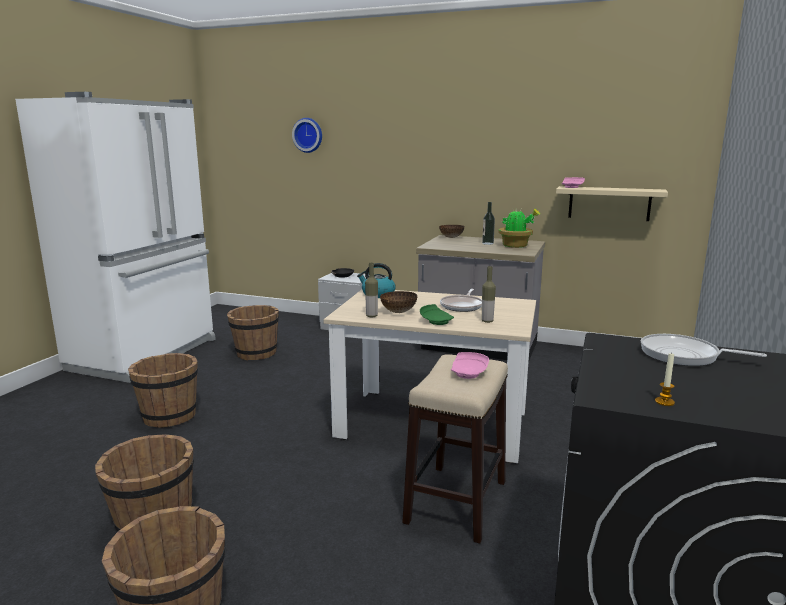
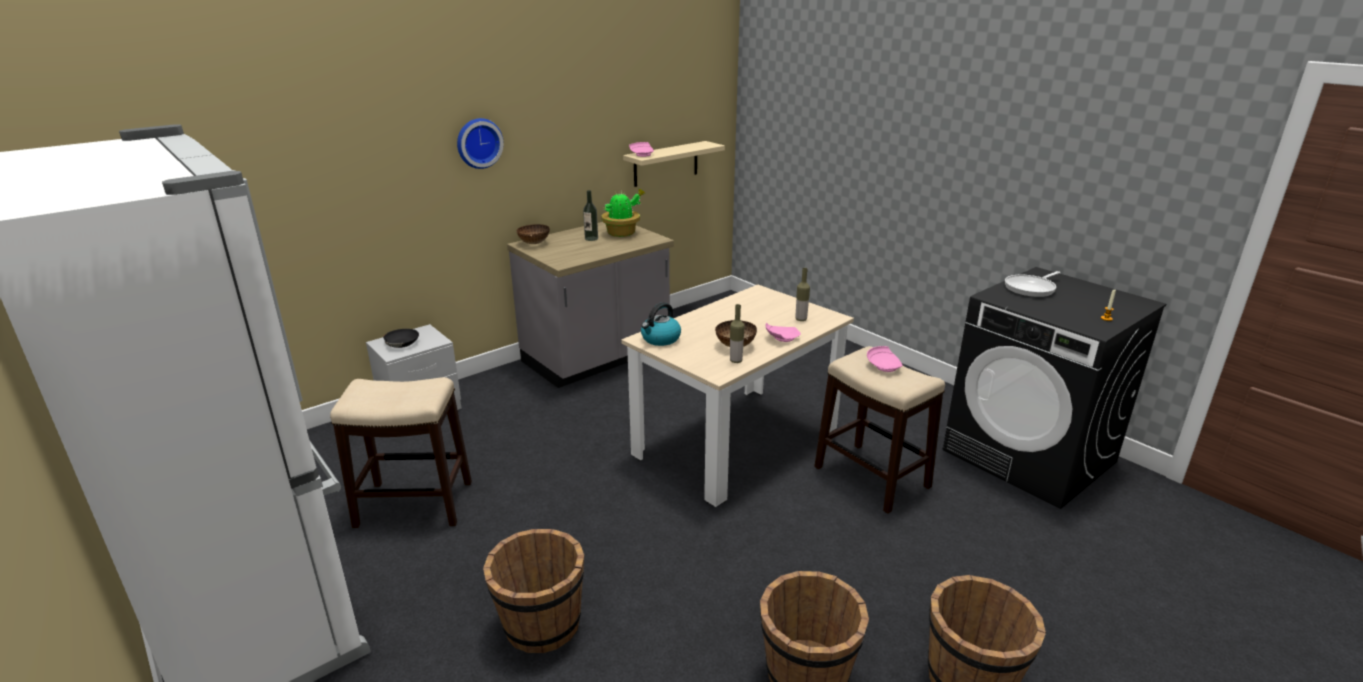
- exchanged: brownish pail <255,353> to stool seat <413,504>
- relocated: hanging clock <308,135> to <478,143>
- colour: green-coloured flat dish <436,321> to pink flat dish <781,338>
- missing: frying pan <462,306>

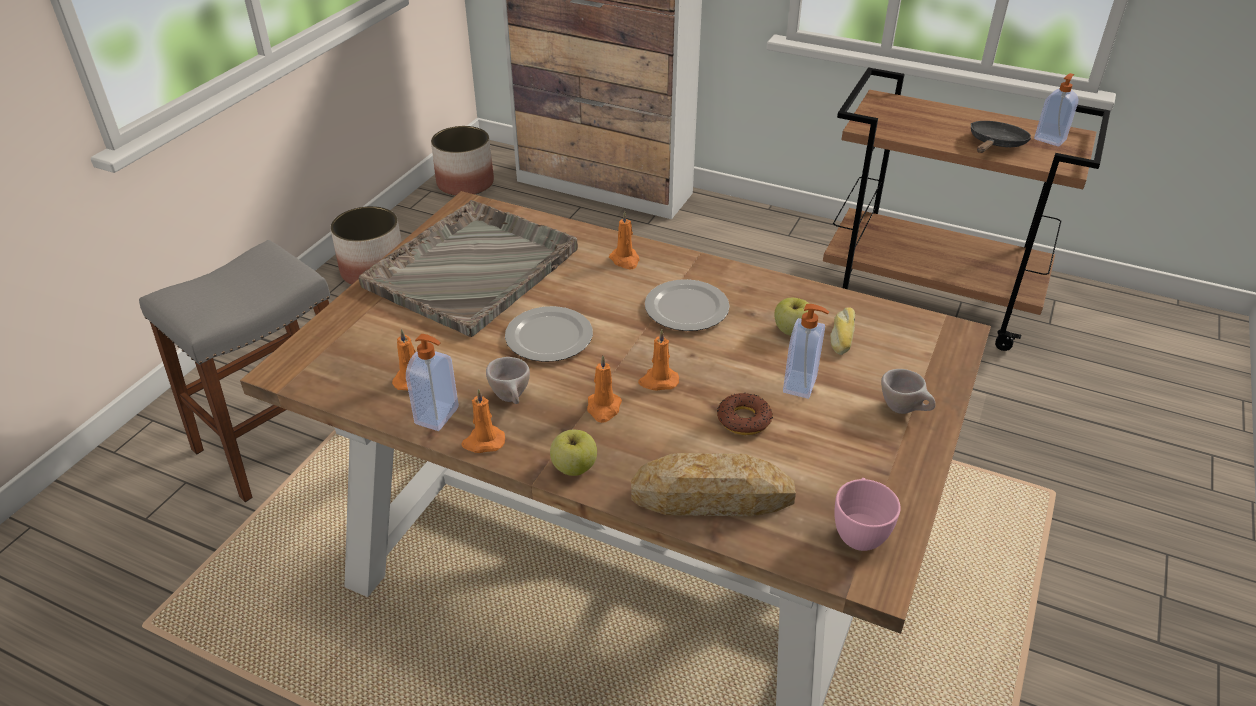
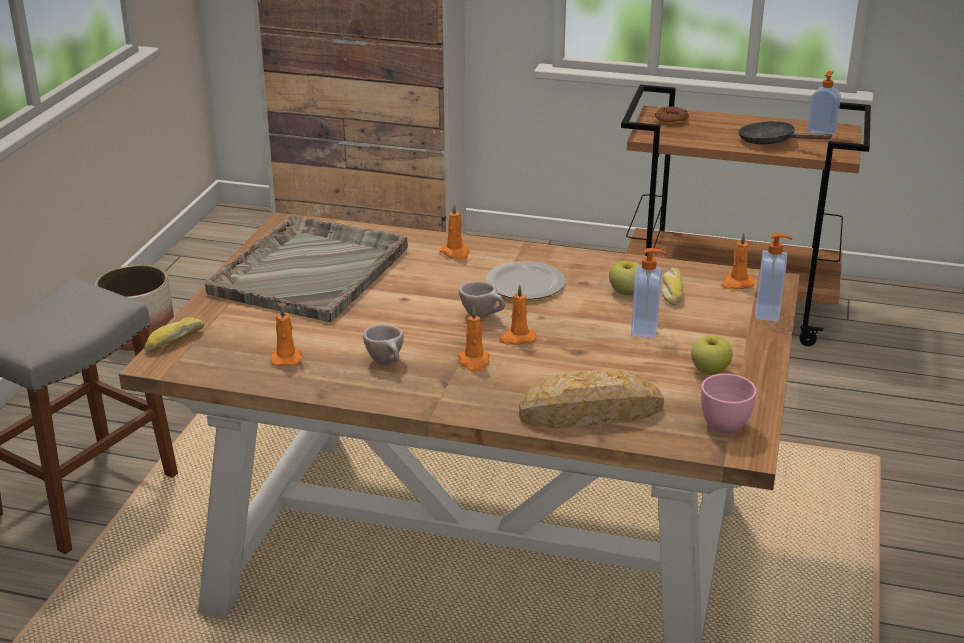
- appeared: baked bread <174,340>
- relocated: sand-coloured cup <904,409> to <483,316>
- relocated: donut <744,419> to <671,120>
- relocated: apple fruit <574,467> to <709,370>
- relocated: orangey candle <483,442> to <736,284>
- spun: blackish frying pan <995,145> = <772,142> 75 degrees counterclockwise
- relocated: soap dispenser <438,416> to <768,313>
- missing: flower pot <465,184>
- missing: flat dish <549,338>

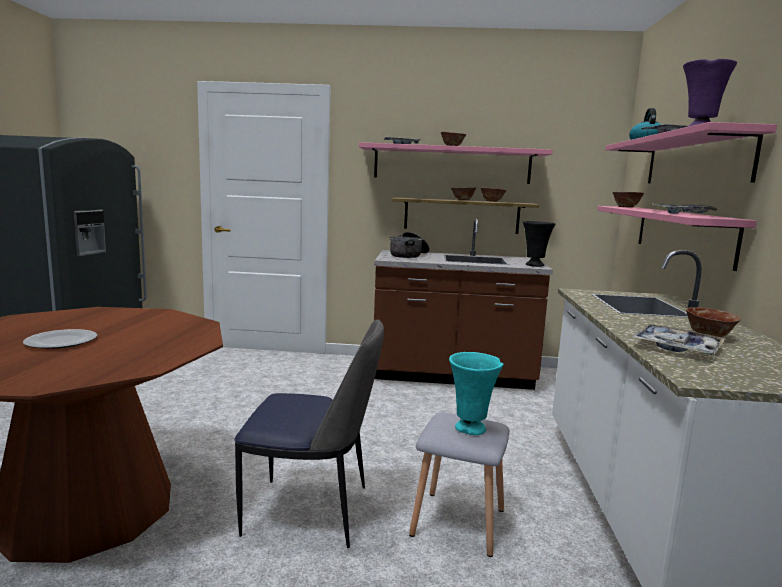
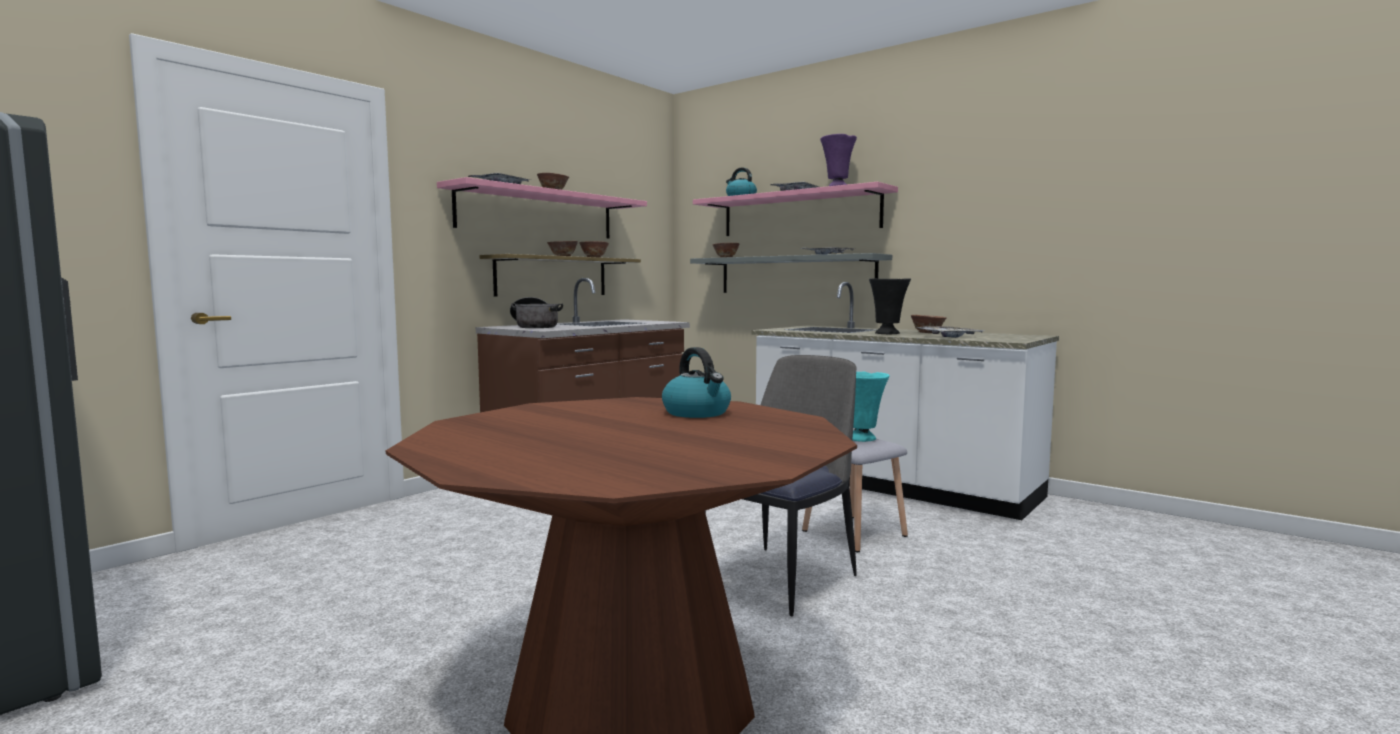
- appeared: kettle <697,413>
- colour: pink shelf <682,233> to gray shelf <795,275>
- relocated: blackish vase <535,265> to <888,333>
- missing: flat dish <61,341>

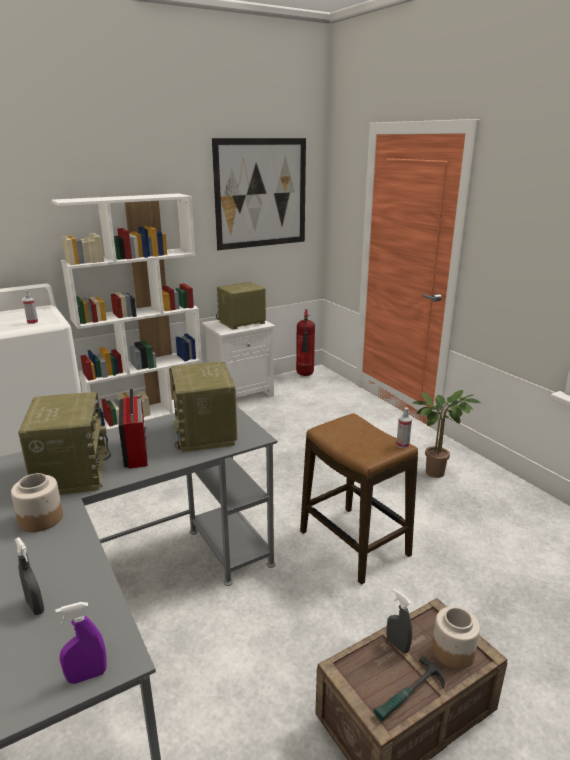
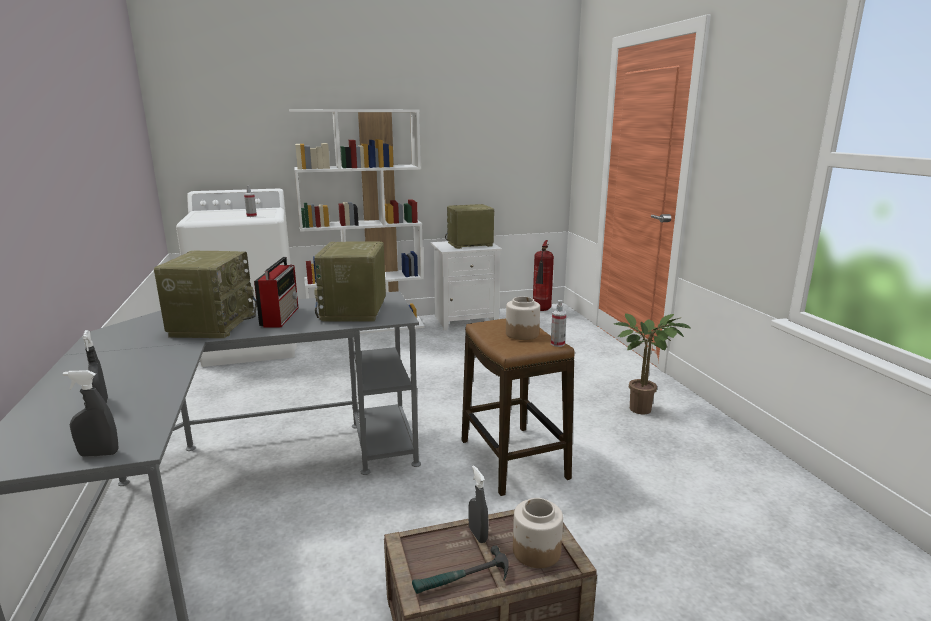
- colour: purple-coloured spray bottle <87,676> to gray spray bottle <99,454>
- relocated: storage jar <41,518> to <522,334>
- missing: wall picture <261,193>

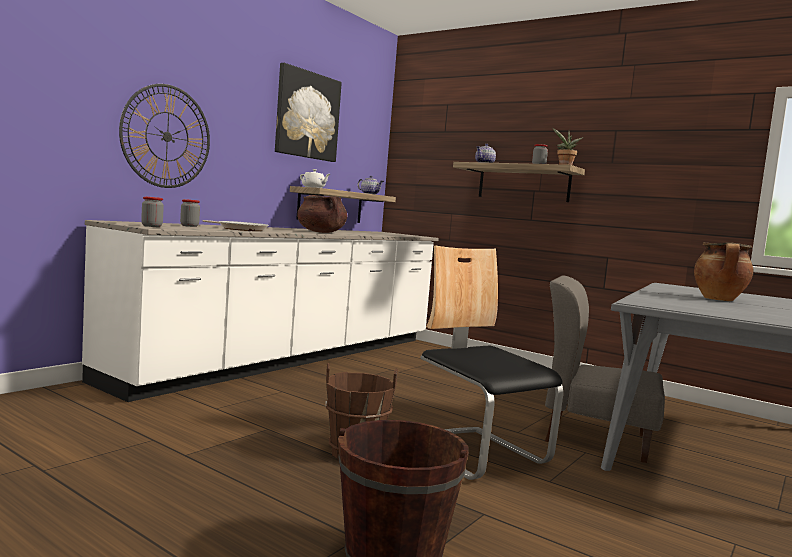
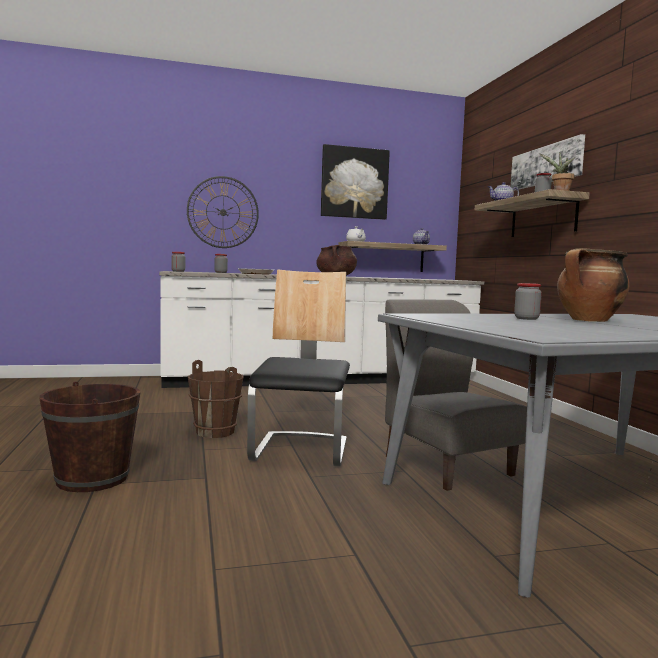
- appeared: wall picture <546,165>
- appeared: storage jar <526,318>

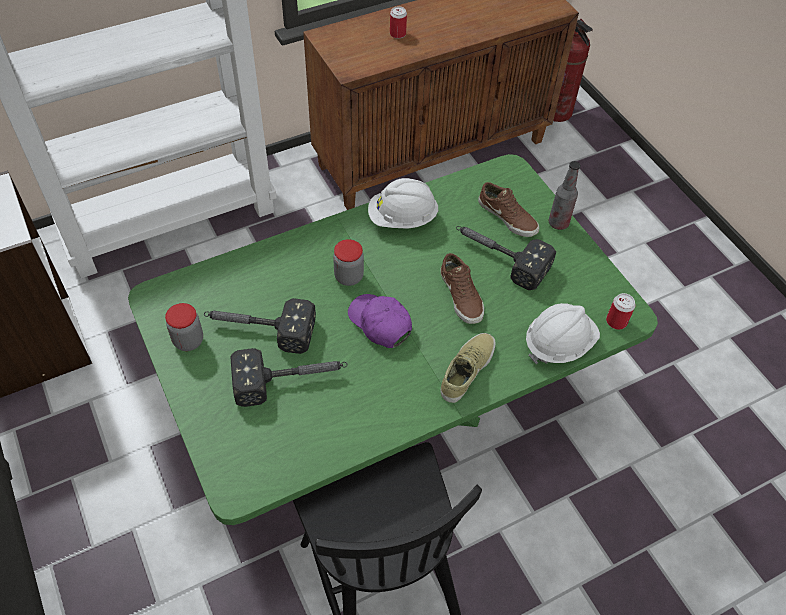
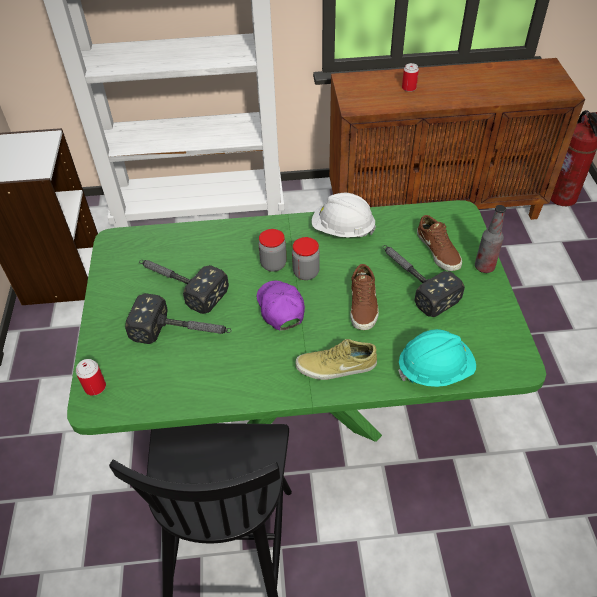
- relocated: sealed can <616,321> to <95,387>
- relocated: storage jar <188,341> to <306,273>
- spun: sand-coloured item of footwear <466,369> = <336,367> 150 degrees counterclockwise
- colour: whitish safety helmet <558,343> to blue-green safety helmet <435,370>

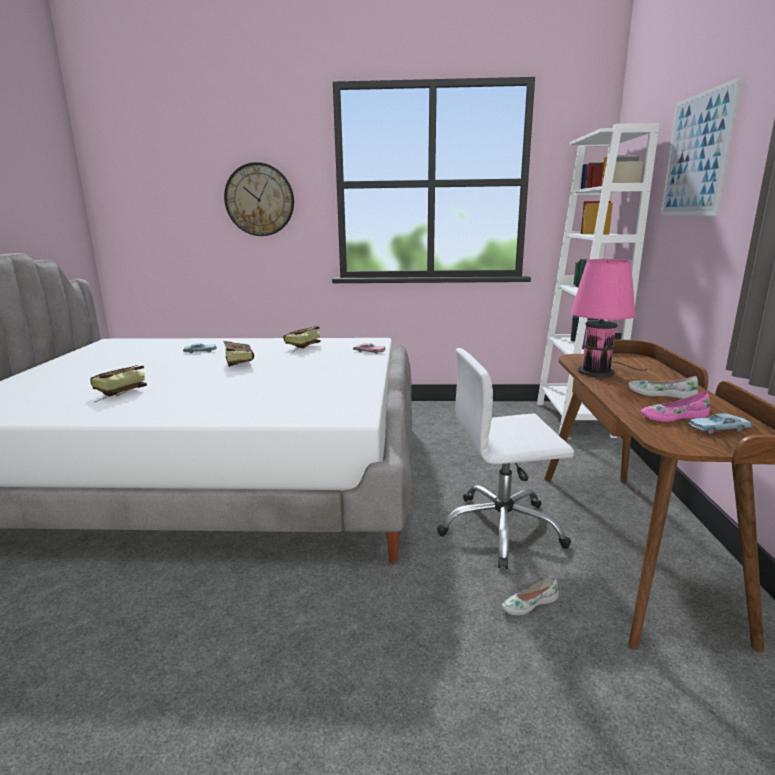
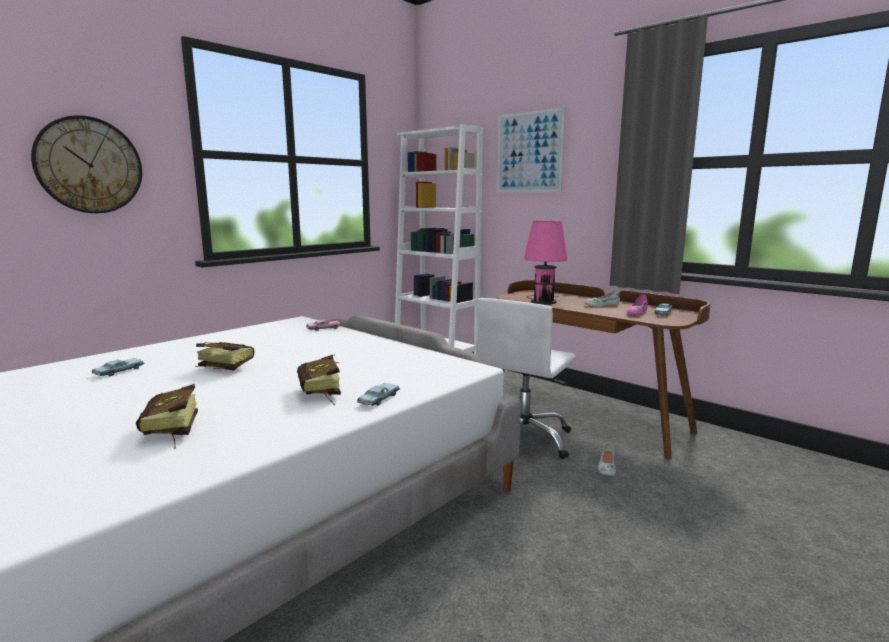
- relocated: bound book <300,347> to <320,395>
- appeared: blue-coloured toy car <379,399>

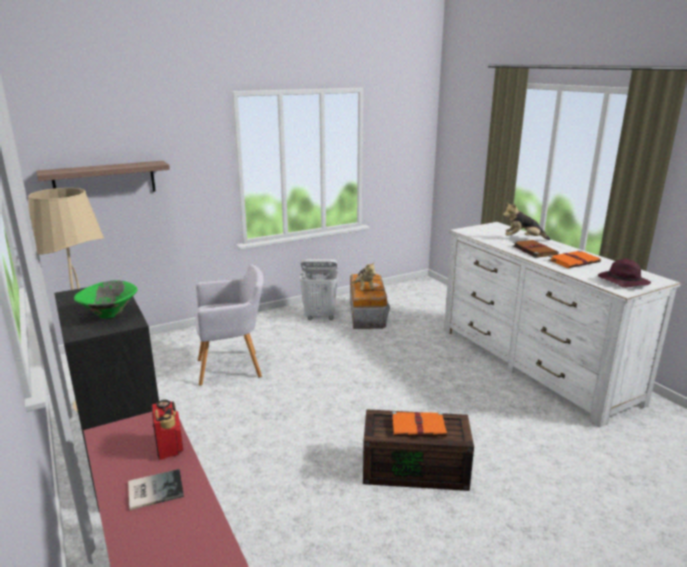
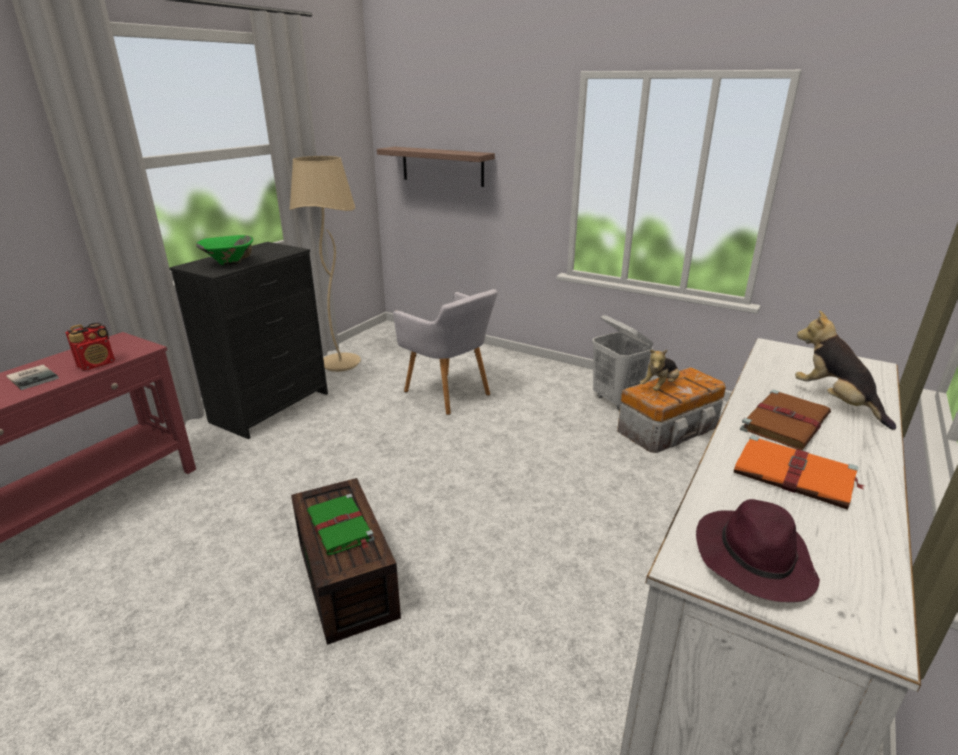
- colour: orangey bound book <419,426> to green-coloured bound book <340,527>

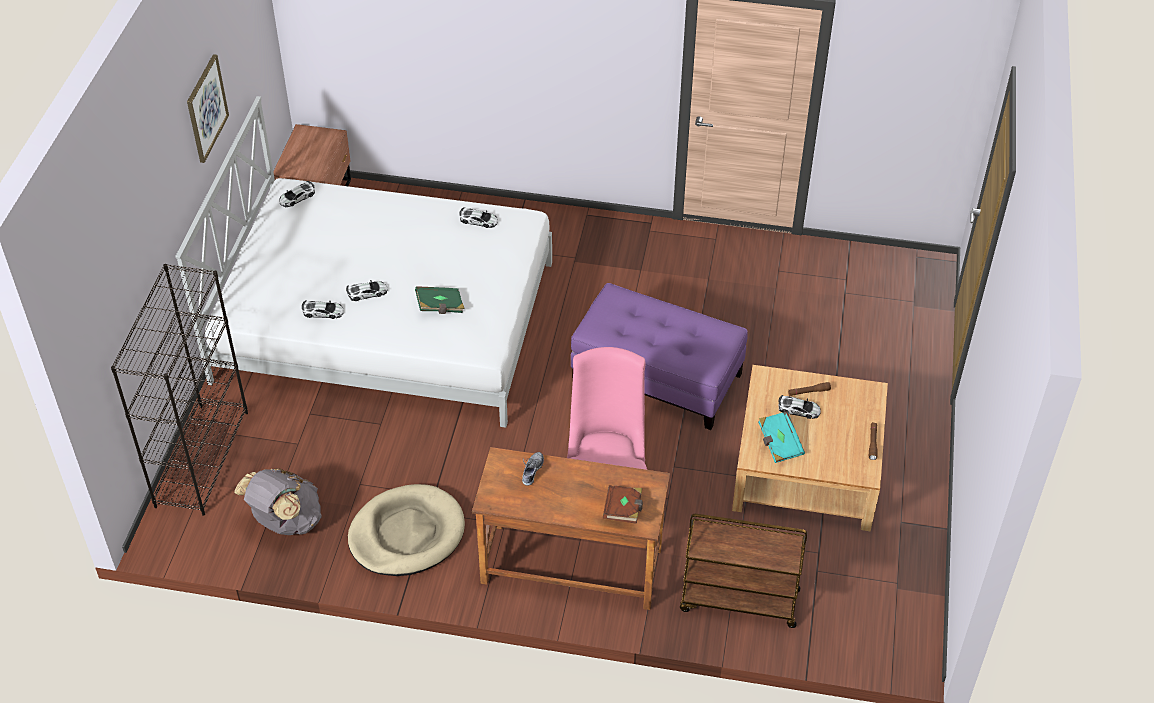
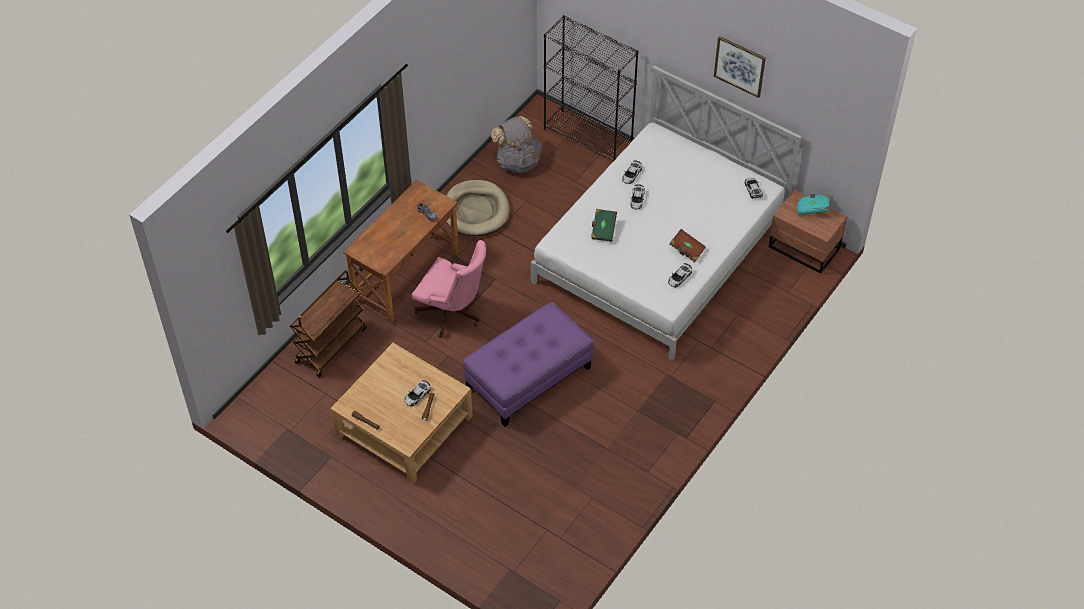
- relocated: brownish bound book <623,511> to <687,250>
- relocated: blue-green bound book <779,444> to <812,208>

